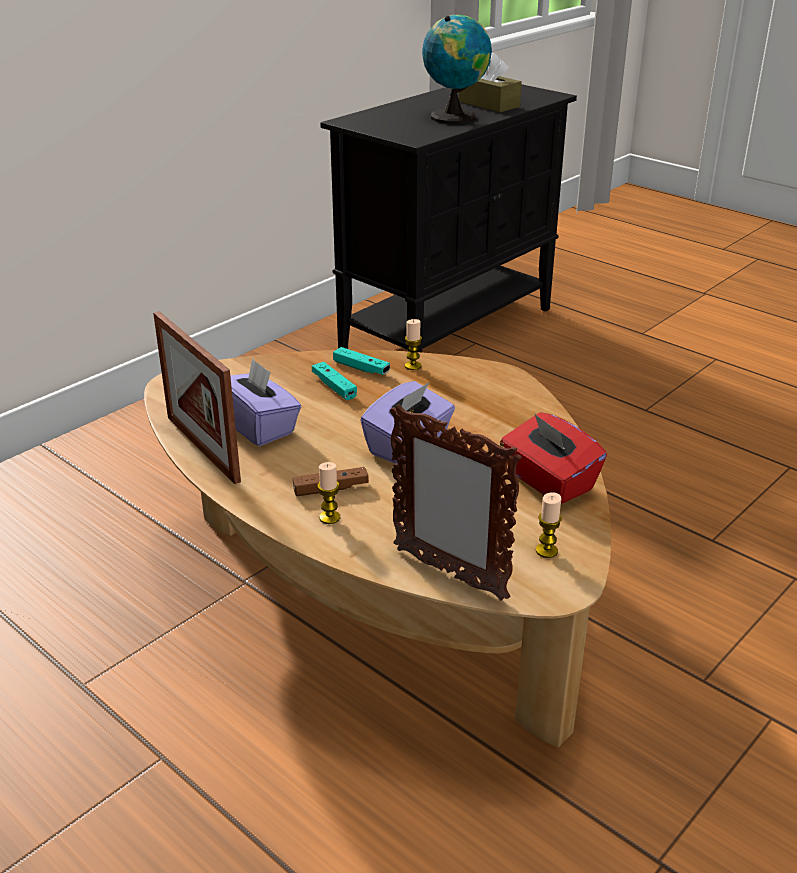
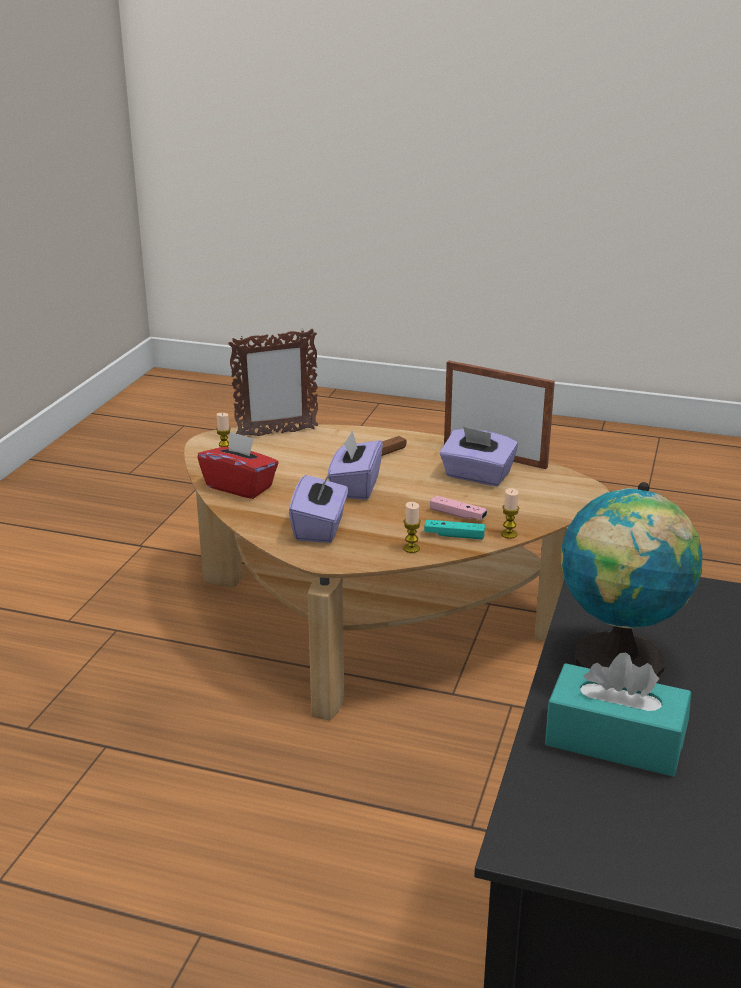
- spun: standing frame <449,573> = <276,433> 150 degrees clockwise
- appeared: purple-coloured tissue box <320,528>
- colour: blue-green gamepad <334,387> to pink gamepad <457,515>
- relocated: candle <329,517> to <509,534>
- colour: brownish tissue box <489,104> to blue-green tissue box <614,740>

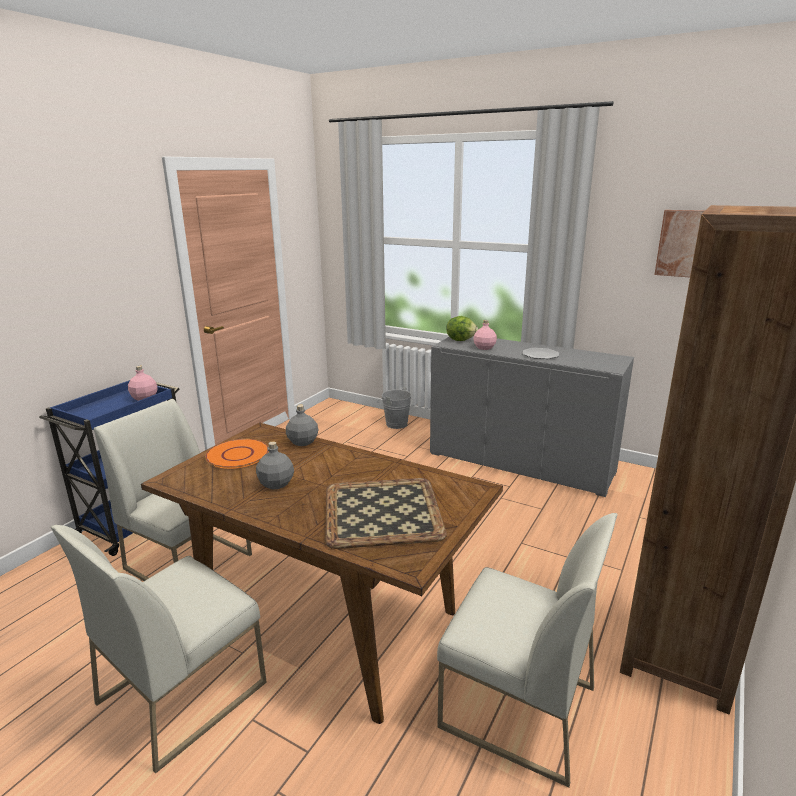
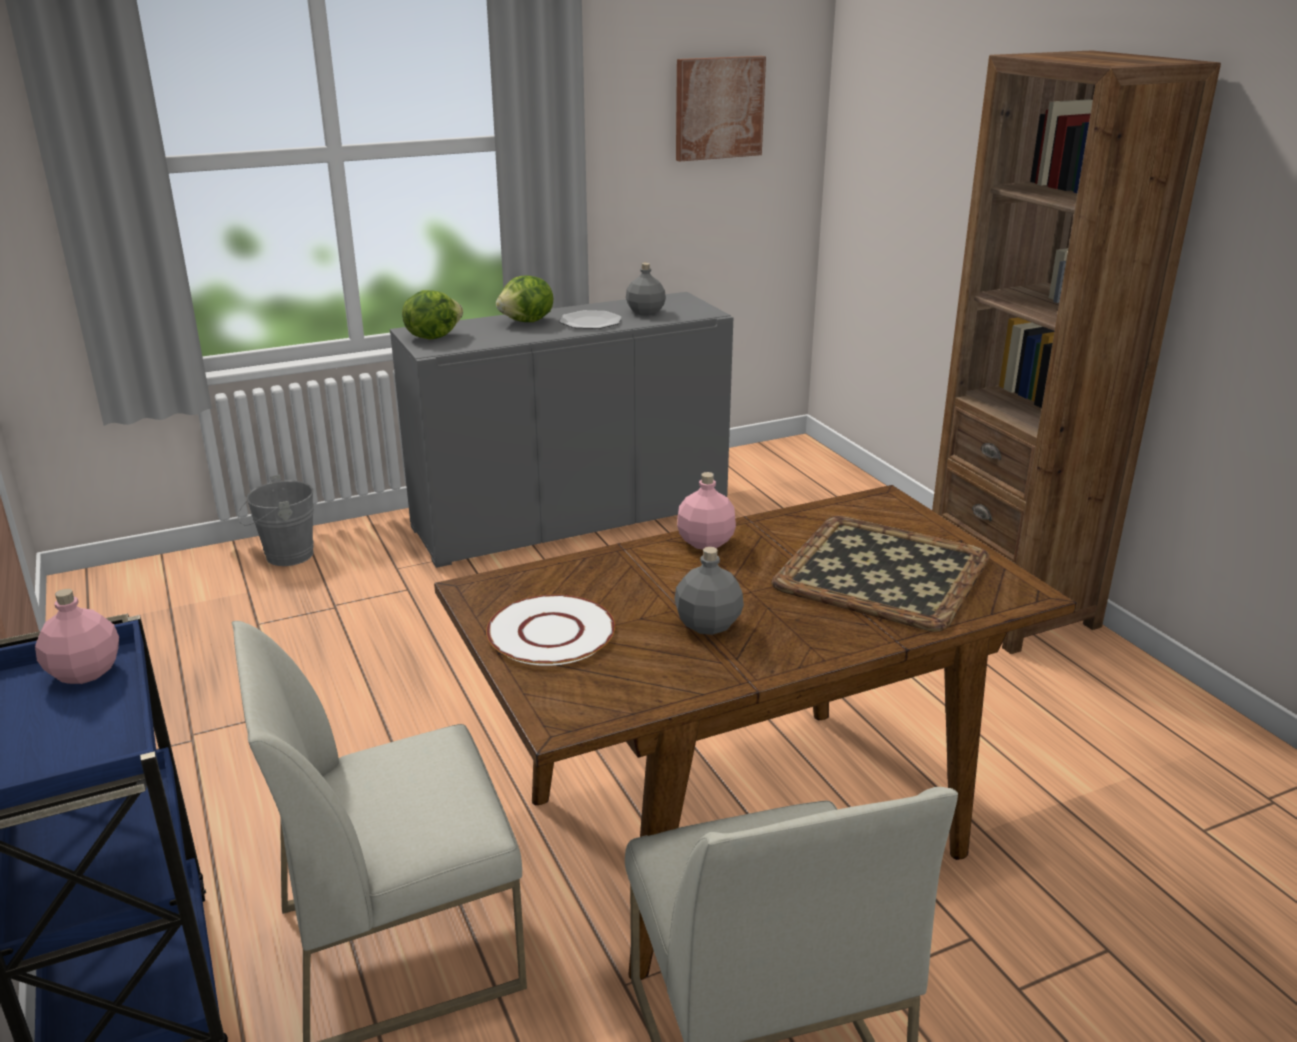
- colour: orangey flat dish <237,455> to whitish flat dish <552,633>
- appeared: lettuce <527,322>
- relocated: gray bottle <303,442> to <646,312>
- relocated: pink bottle <484,348> to <705,542>
- missing: whitish chair <516,707>

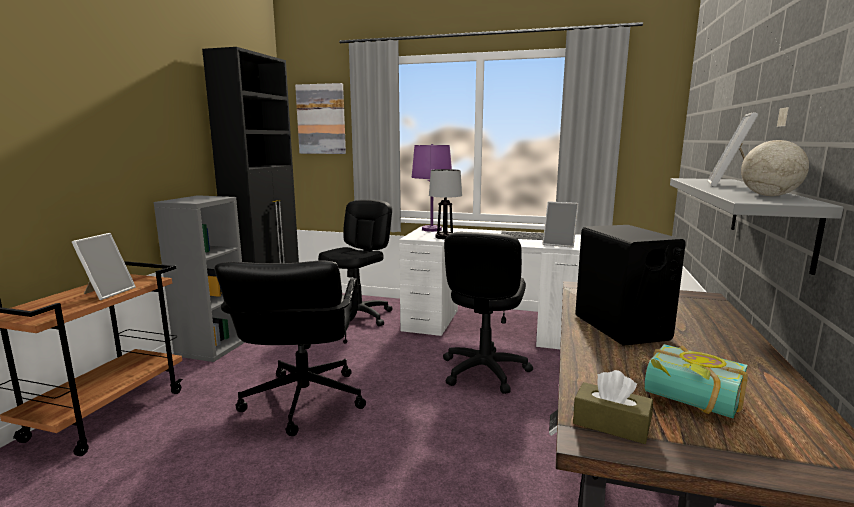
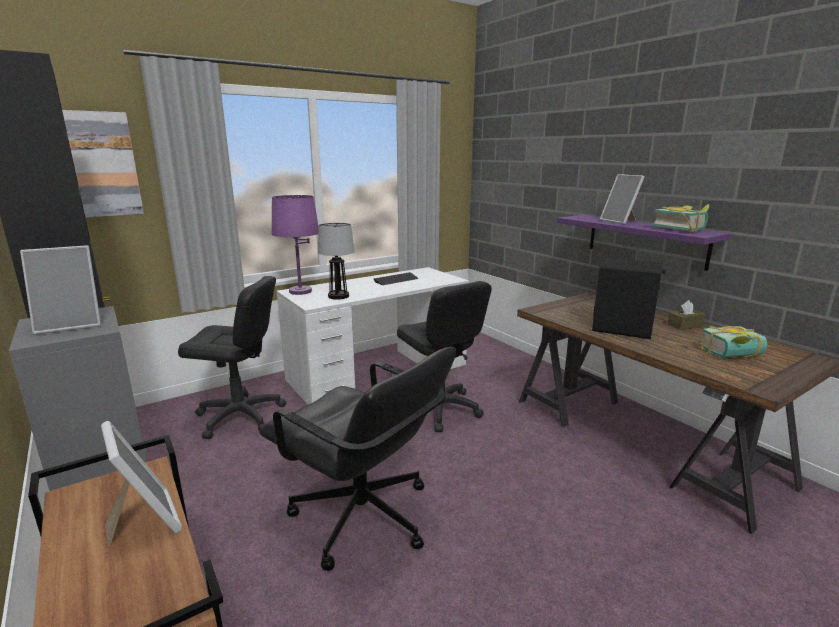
- relocated: standing frame <559,244> to <72,324>
- spun: blackish desk chair <358,316> = <240,416> 120 degrees clockwise
- colour: gray shelf <770,219> to purple-coloured shelf <645,240>
- exchanged: desk globe <768,196> to bound book <681,229>
- relocated: brownish tissue box <611,424> to <685,325>

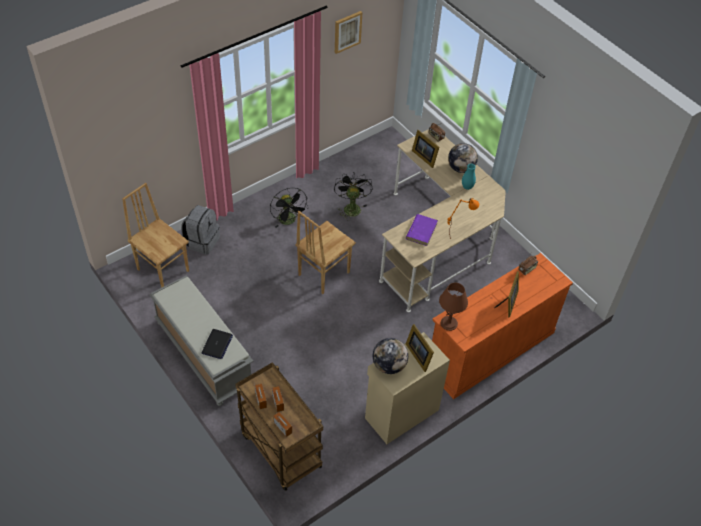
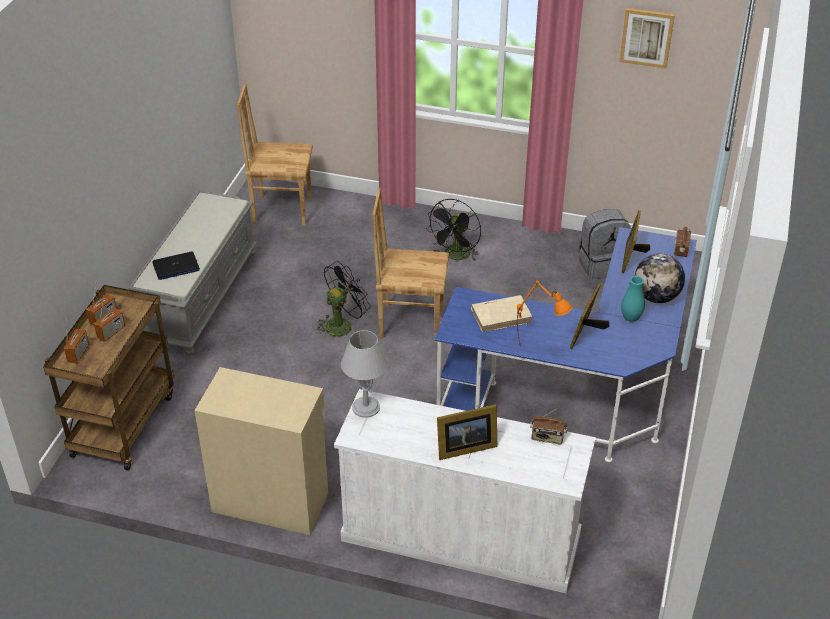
- spun: brownish chair <163,269> = <282,210> 90 degrees counterclockwise
- relocated: blackish fan <351,207> to <342,324>
- colour: orangey chest of drawers <489,350> to whitish chest of drawers <459,537>
- colour: brownish lamp for a table <448,323> to gray lamp for a table <365,407>
- colour: sand-coloured desk table <438,242> to blue-coloured desk table <581,394>
- colour: purple-coloured bound book <421,231> to sand-coloured bound book <501,315>
- relocated: standing frame <419,354> to <586,333>
- relocated: gray knapsack <202,241> to <601,264>
- missing: desk globe <389,365>

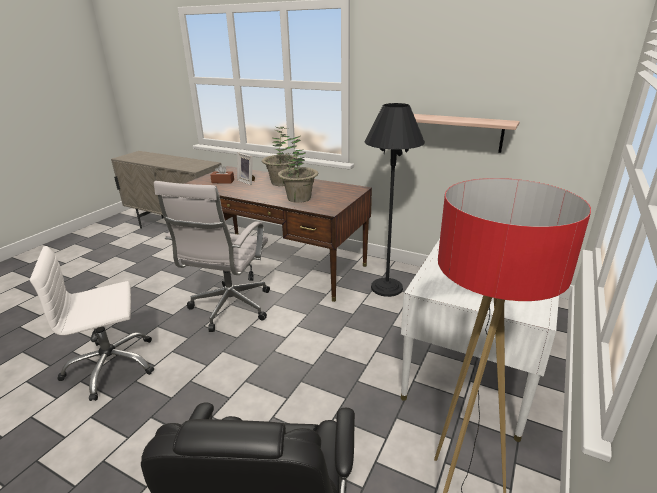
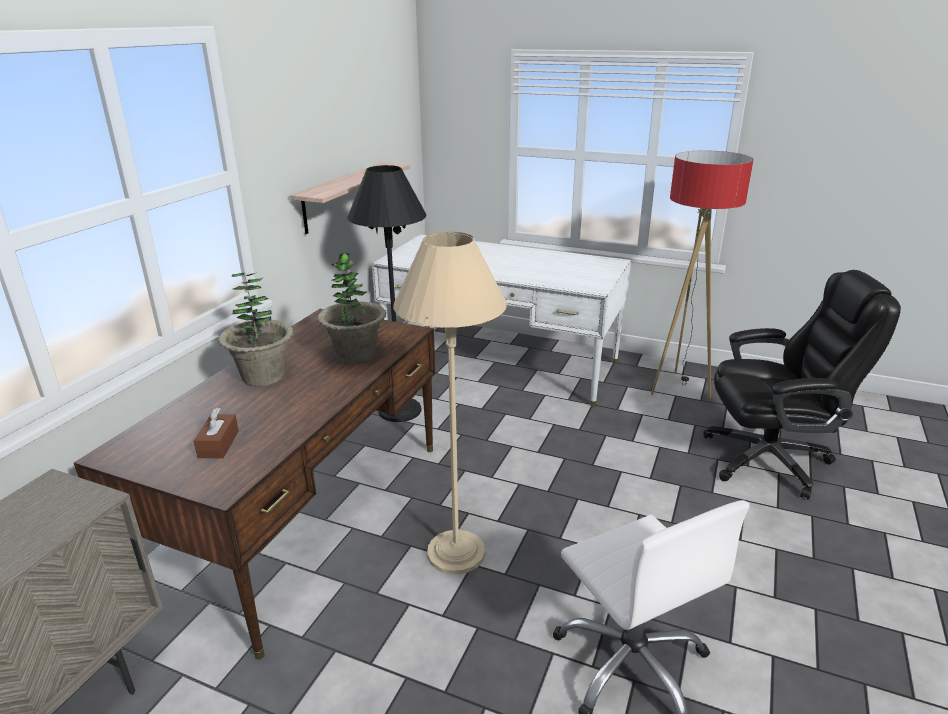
- exchanged: whitish desk chair <229,309> to sand-coloured standing lamp <456,552>
- missing: standing frame <248,181>

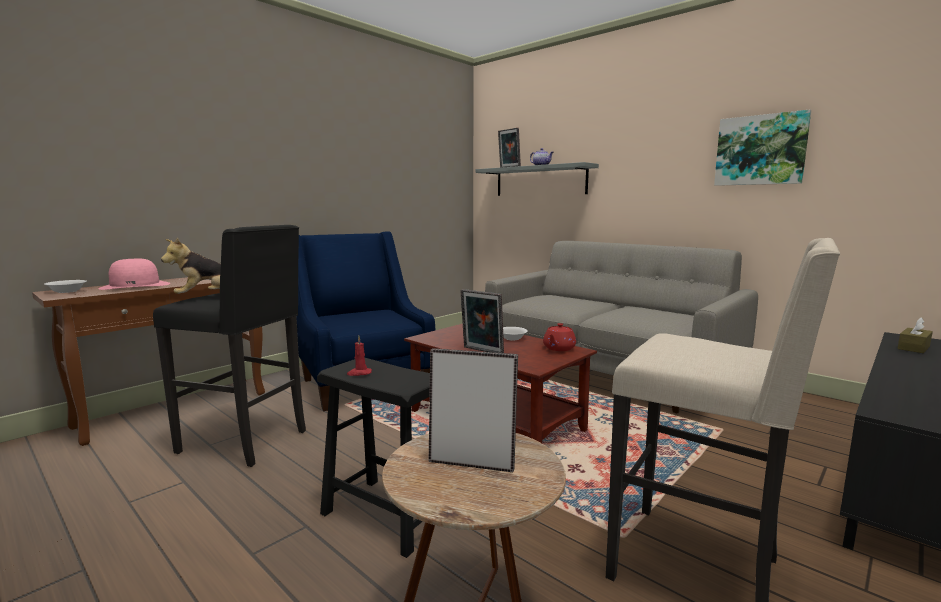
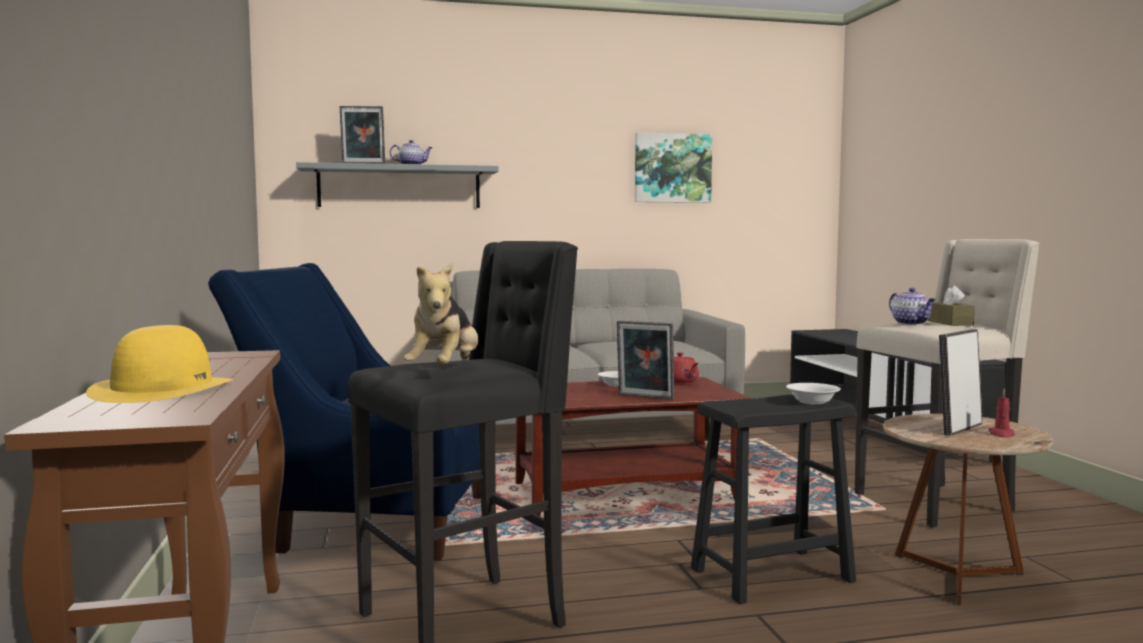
- colour: pink hat <135,286> to yellowish hat <162,389>
- spun: standing frame <481,351> = <645,397> 45 degrees clockwise
- relocated: whitish serving bowl <66,291> to <812,402>
- appeared: tea pot <911,323>
- relocated: brownish tissue box <913,347> to <950,323>
- relocated: reddish candle <359,373> to <1001,434>

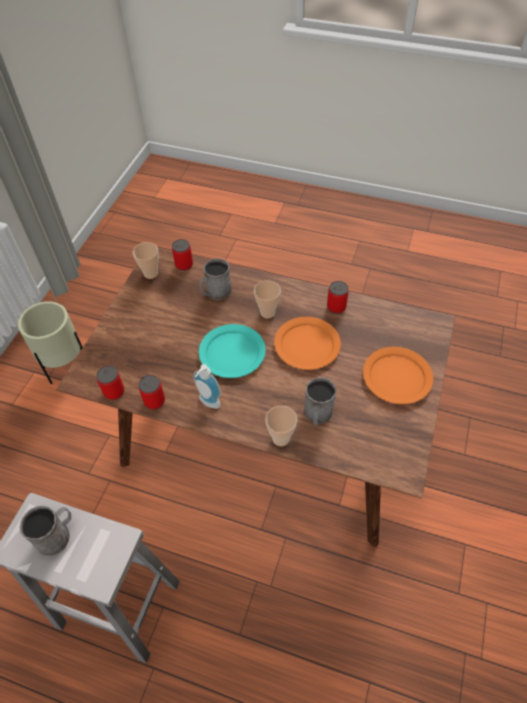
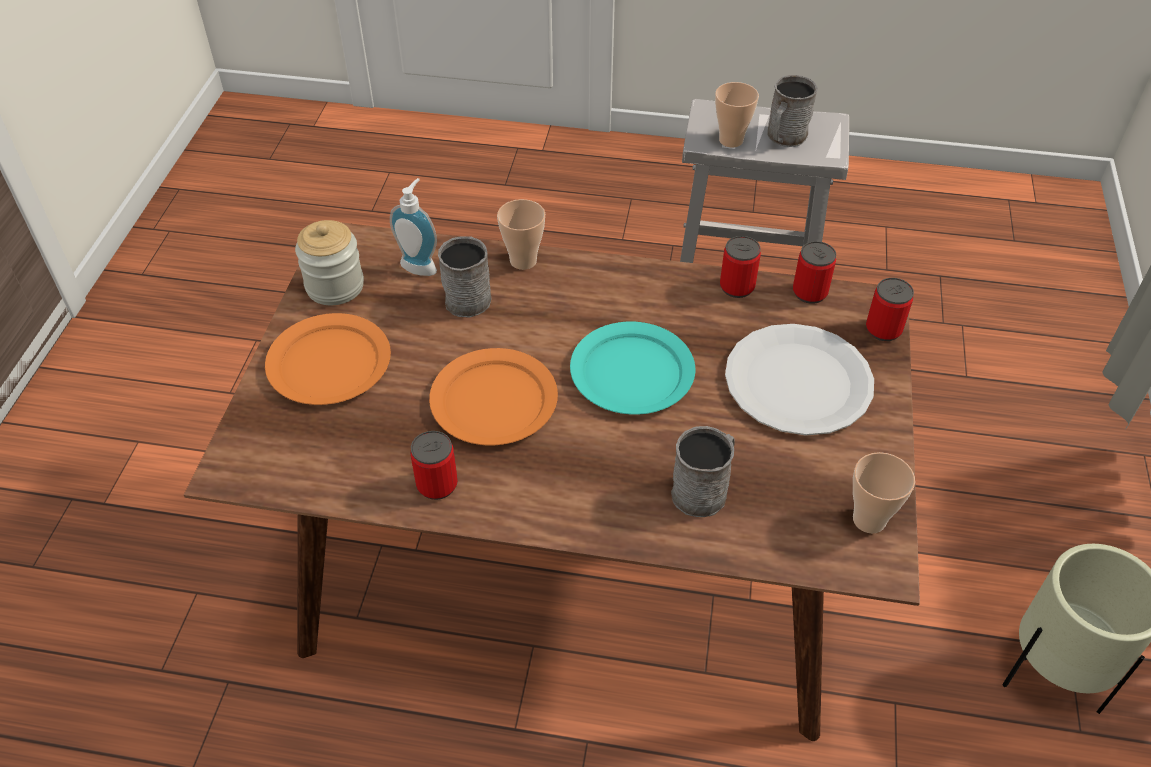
- appeared: storage jar <335,286>
- relocated: soap dispenser <208,403> to <421,265>
- relocated: cup <267,312> to <731,140>
- appeared: whitish flat dish <797,382>
- relocated: sealed can <184,265> to <883,329>

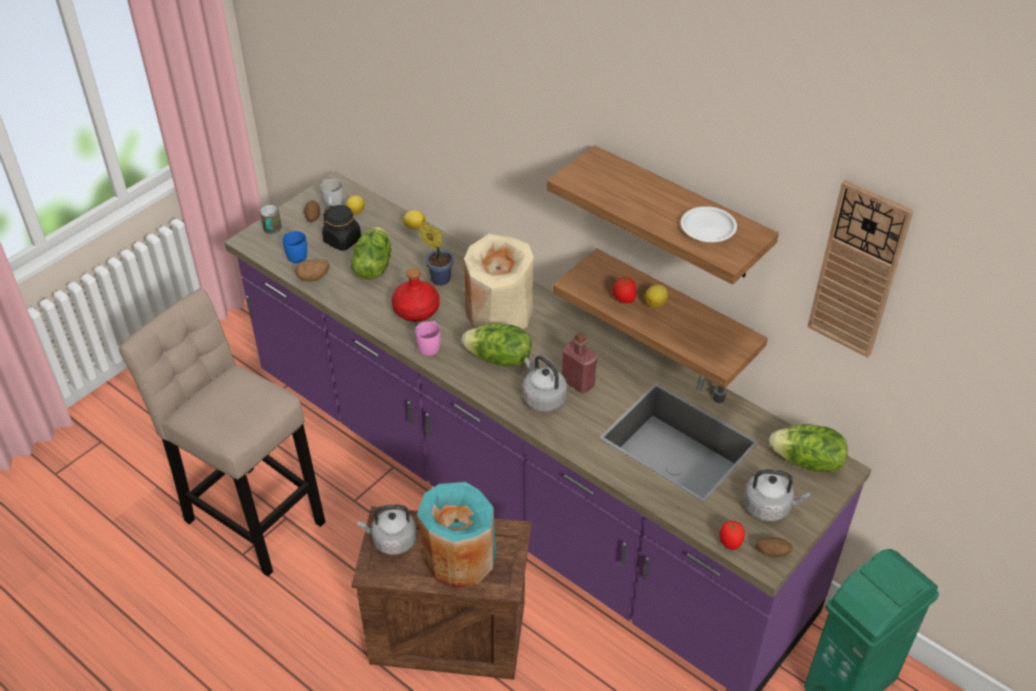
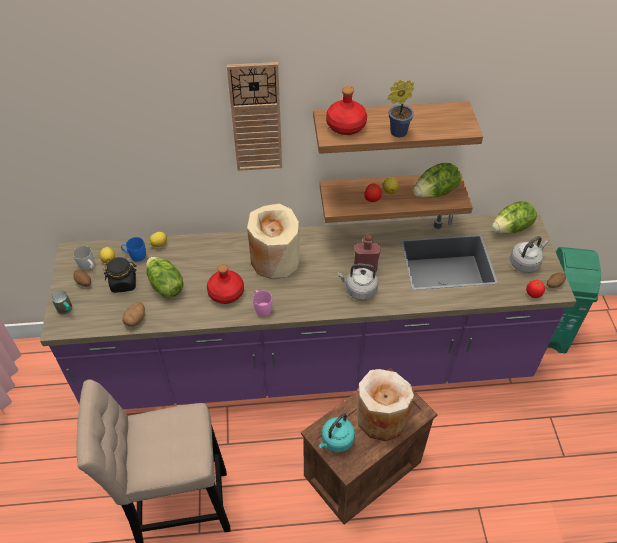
- relocated: blue-coloured coffee mug <295,254> to <135,255>
- relocated: hanging clock <858,271> to <256,118>
- colour: gray kettle <392,541> to blue-green kettle <336,441>
- appeared: reddish bottle <345,126>
- colour: blue-green vase <459,558> to sand-coloured vase <381,418>
- relocated: potted plant <438,278> to <396,132>
- relocated: lettuce <499,359> to <436,192>
- missing: whitish flat dish <708,228>

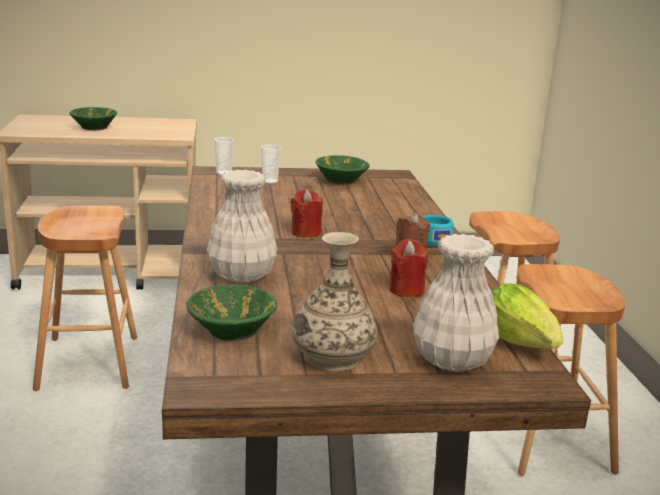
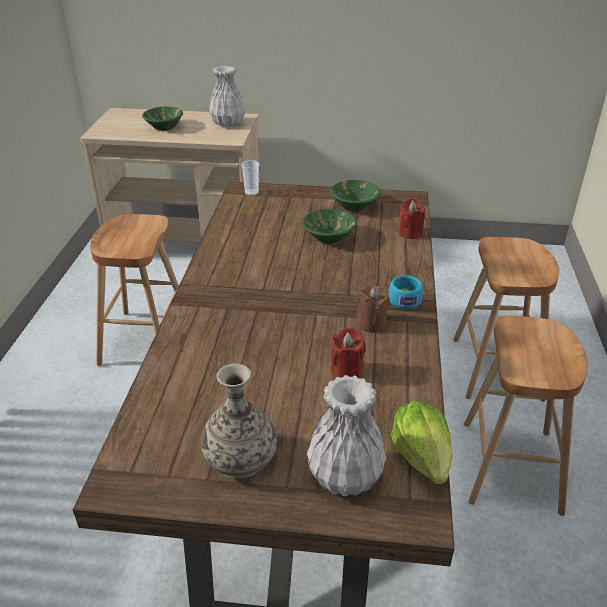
- relocated: whitish vase <240,275> to <227,123>
- relocated: green-coloured serving bowl <231,330> to <328,237>
- relocated: reddish candle <306,232> to <410,233>
- missing: cup <270,181>

